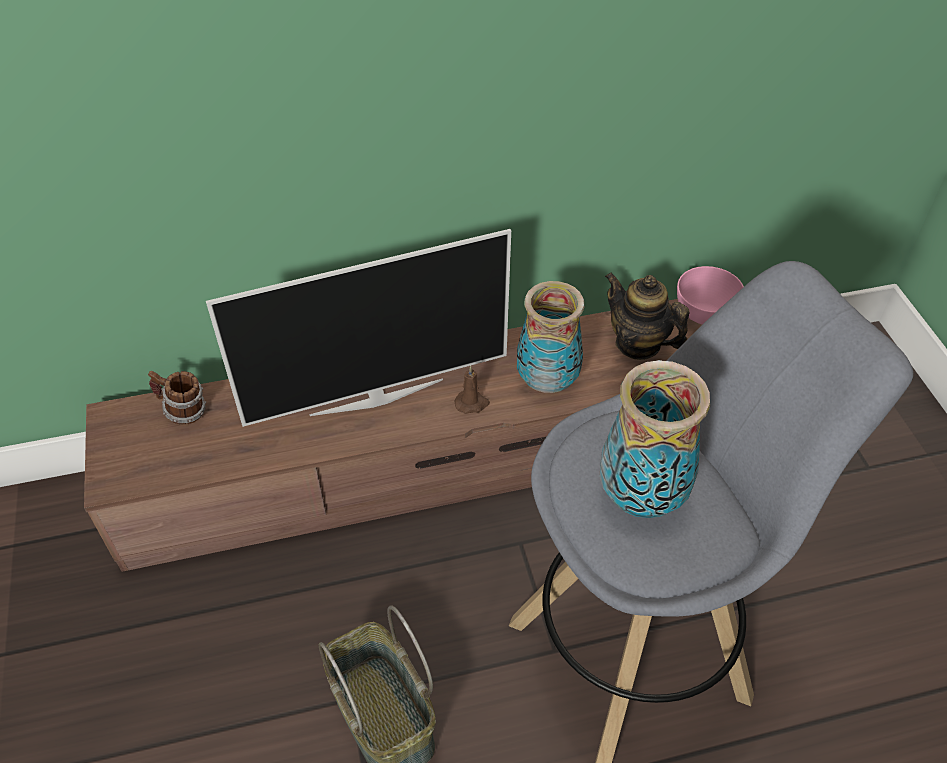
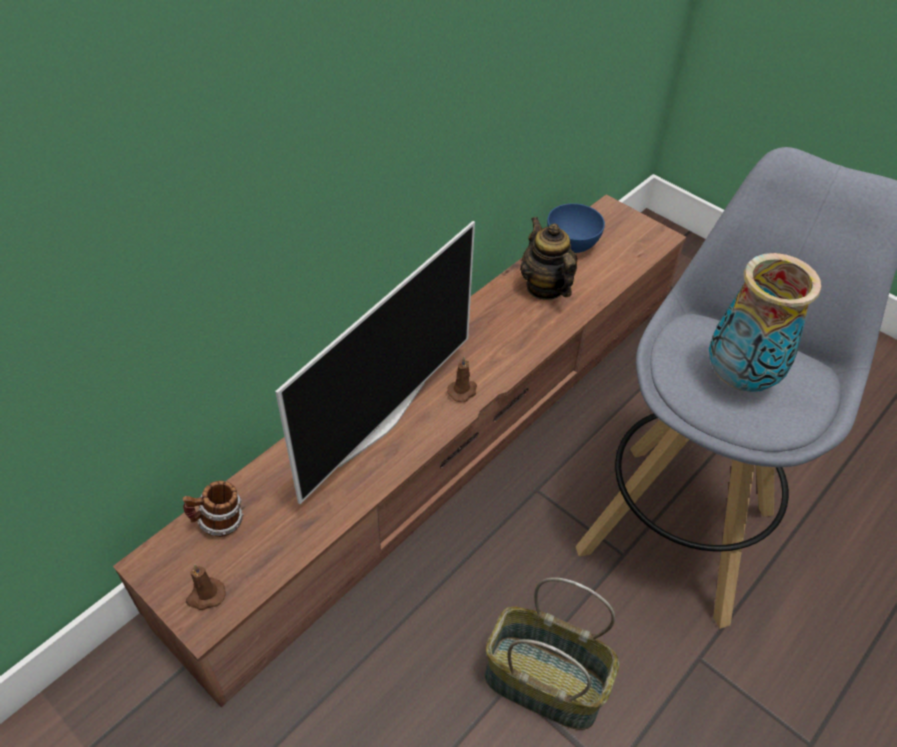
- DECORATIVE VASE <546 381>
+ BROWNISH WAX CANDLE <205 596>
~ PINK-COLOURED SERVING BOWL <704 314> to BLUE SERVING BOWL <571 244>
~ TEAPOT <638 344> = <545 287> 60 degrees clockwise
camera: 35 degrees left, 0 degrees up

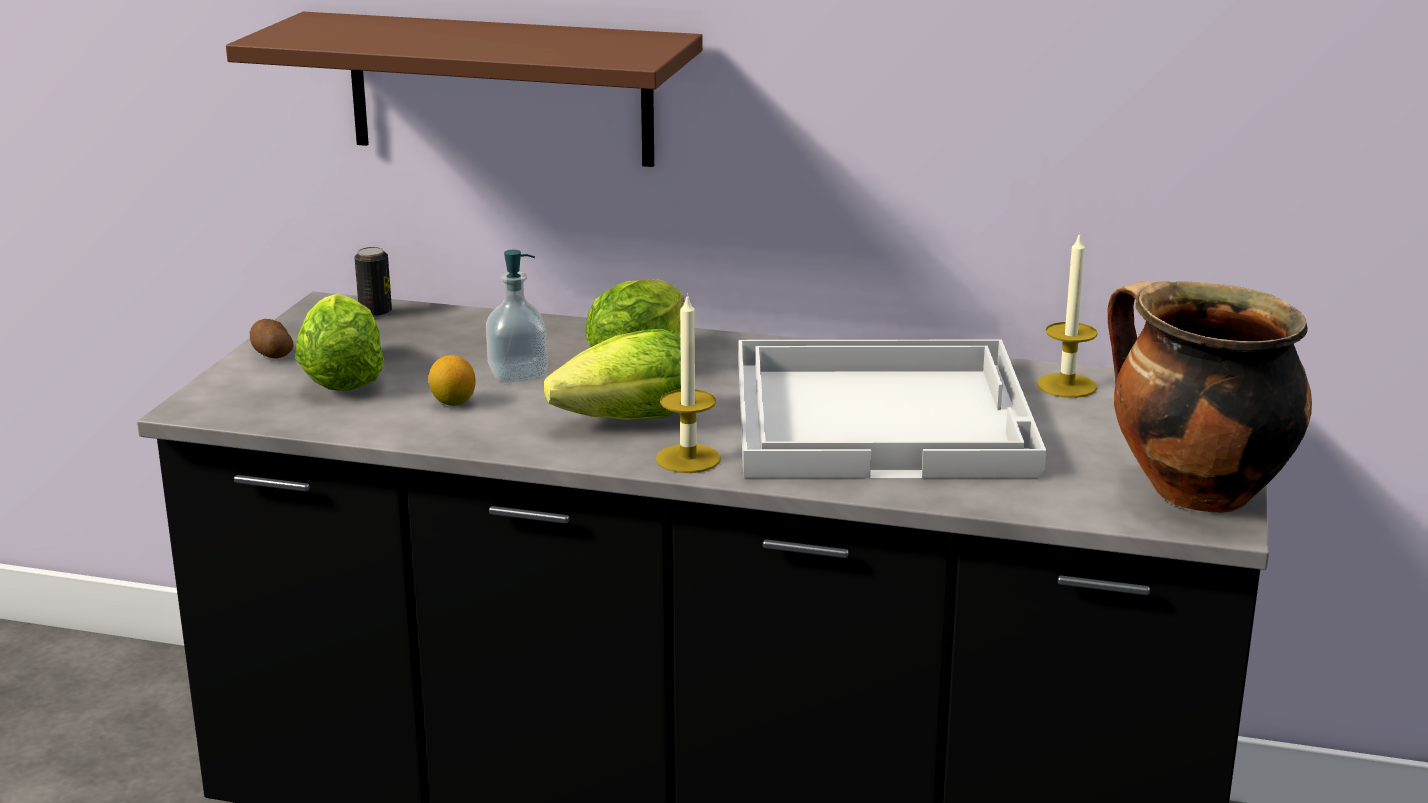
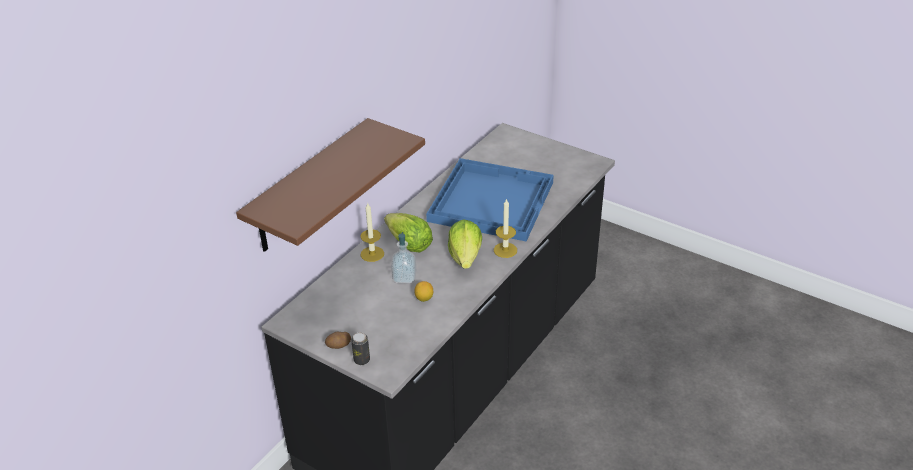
- HEAD OF LETTUCE <342 379>
- SAUCEPOT <1194 492>
~ SEALED CAN <375 312> to <362 360>
~ WAX CANDLE <1066 385> to <372 254>
~ WHITISH CARRYING TRAY <883 415> to BLUE CARRYING TRAY <490 201>
camera: 70 degrees left, 15 degrees up

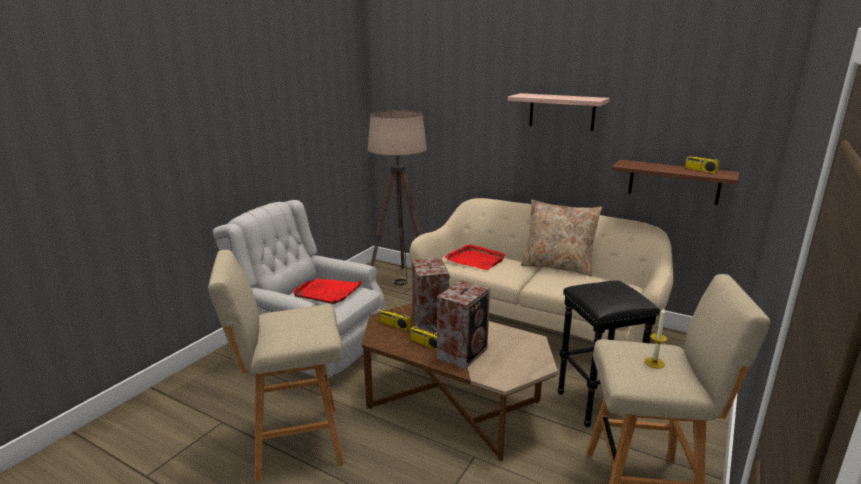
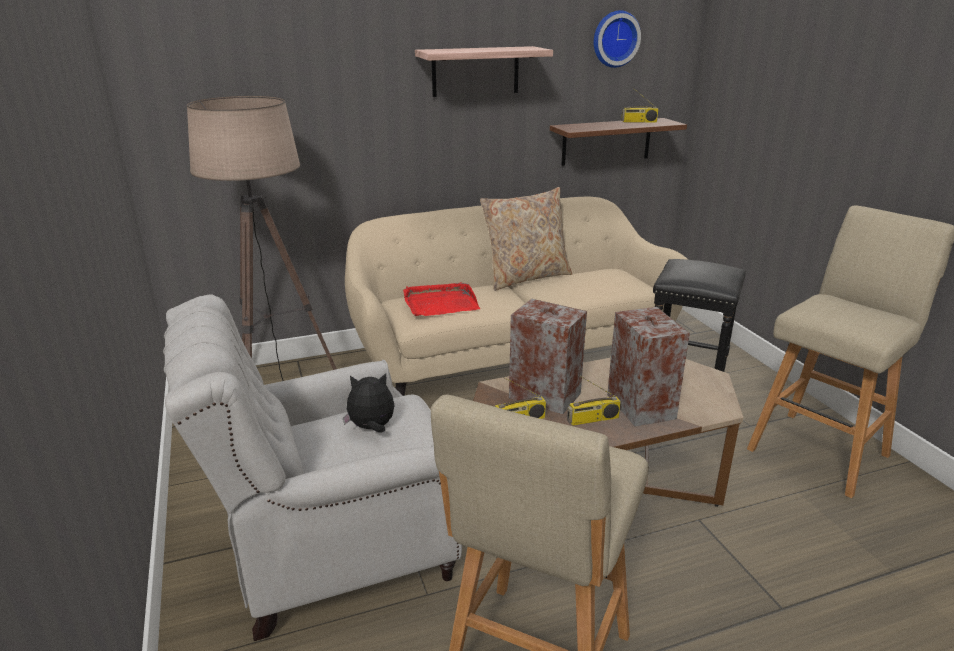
- WAX CANDLE <654 363>
+ HANGING CLOCK <614 39>
~ REDDISH CARRYING TRAY <328 292> to SOFT TOY <372 428>
camera: 50 degrees left, 5 degrees up

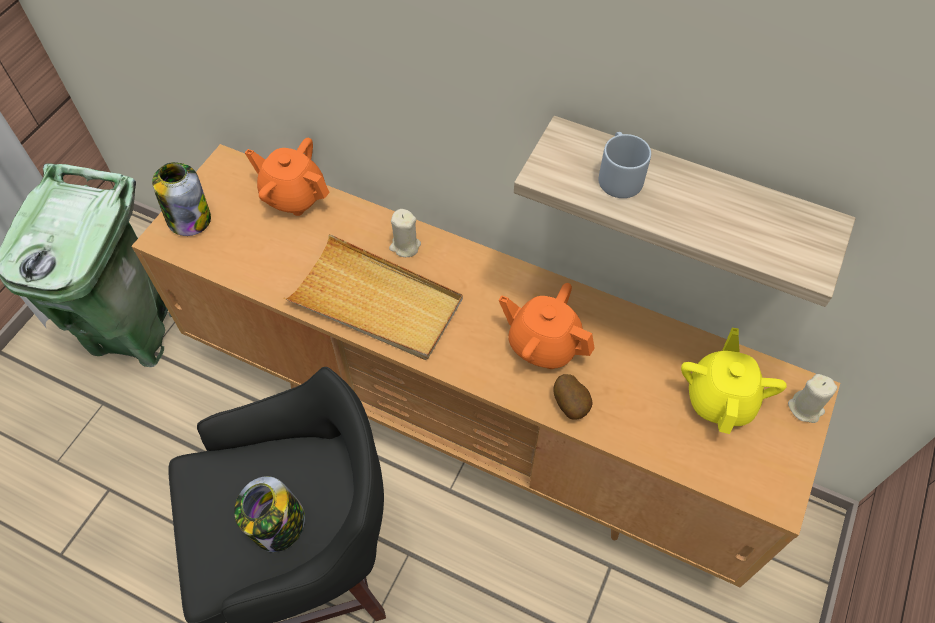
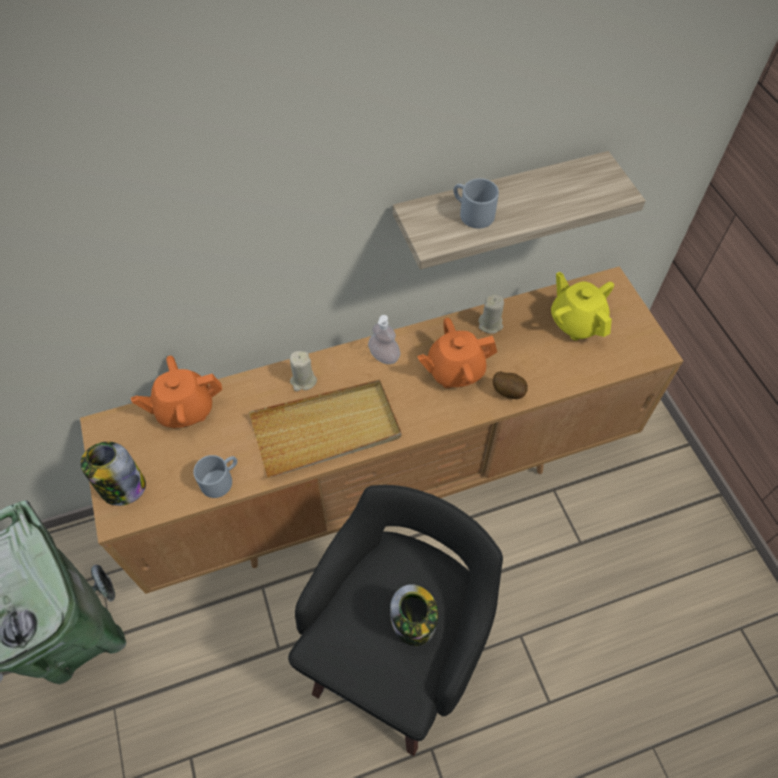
+ GREYISH COFFEE MUG <220 479>
+ SOAP DISPENSER <384 356>
~ SAND-COLOURED WAX CANDLE <805 408> to <490 324>
camera: 45 degrees left, 0 degrees up

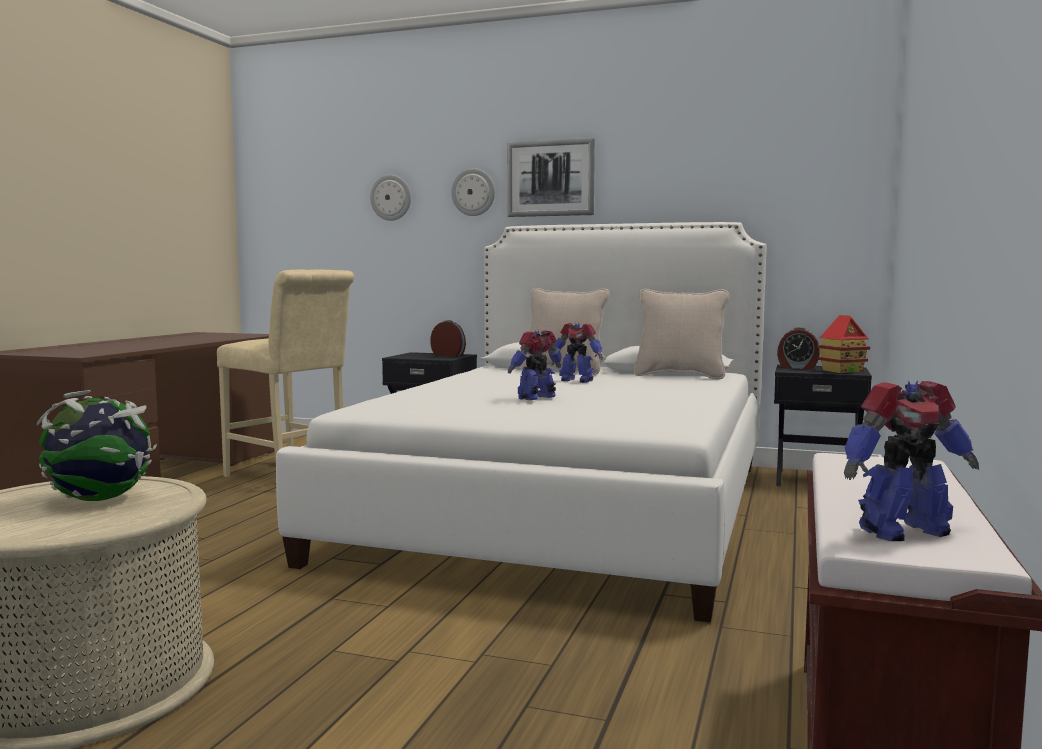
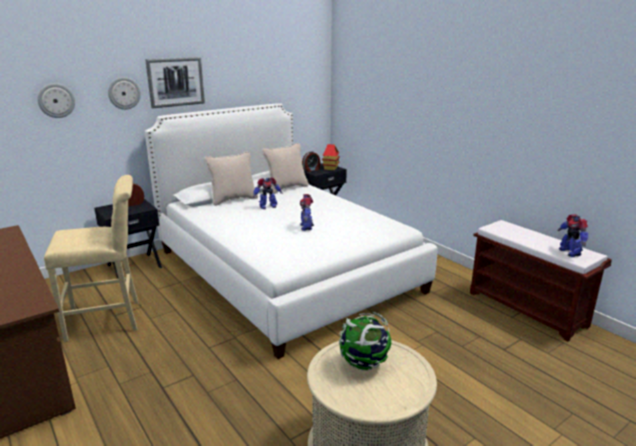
~ TOY ROBOT <901 531> = <570 252> 150 degrees clockwise
camera: 55 degrees left, 15 degrees up

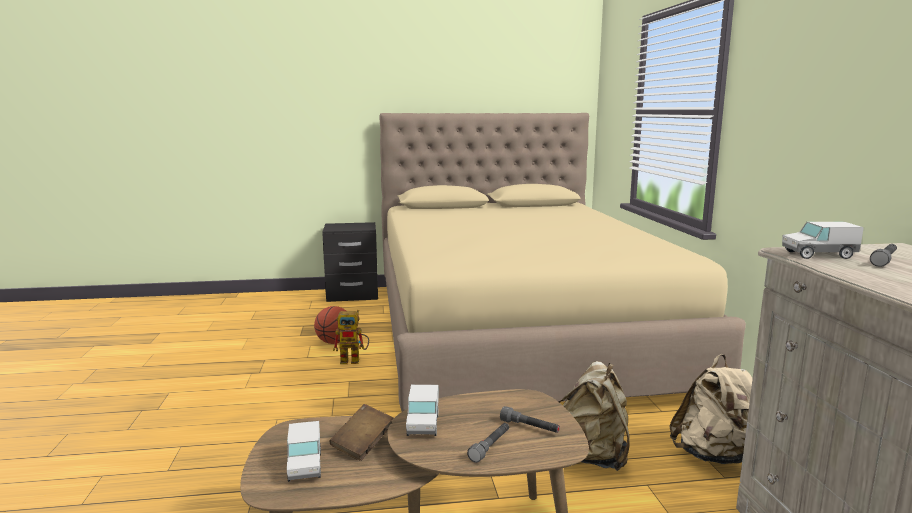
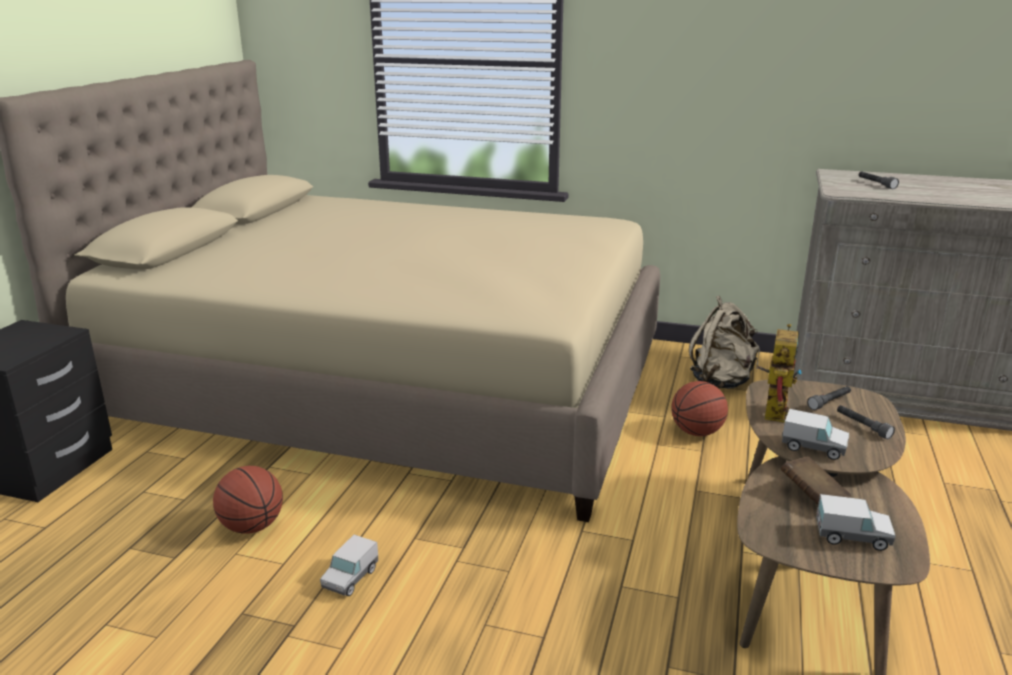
~ TOY ROBOT <354 360> to <773 409>
~ MODEL TRUCK <818 255> to <351 578>
~ SAND-COLOURED KNAPSACK <591 456> to BASKETBALL BALL <696 432>
camera: 65 degrees left, 10 degrees up

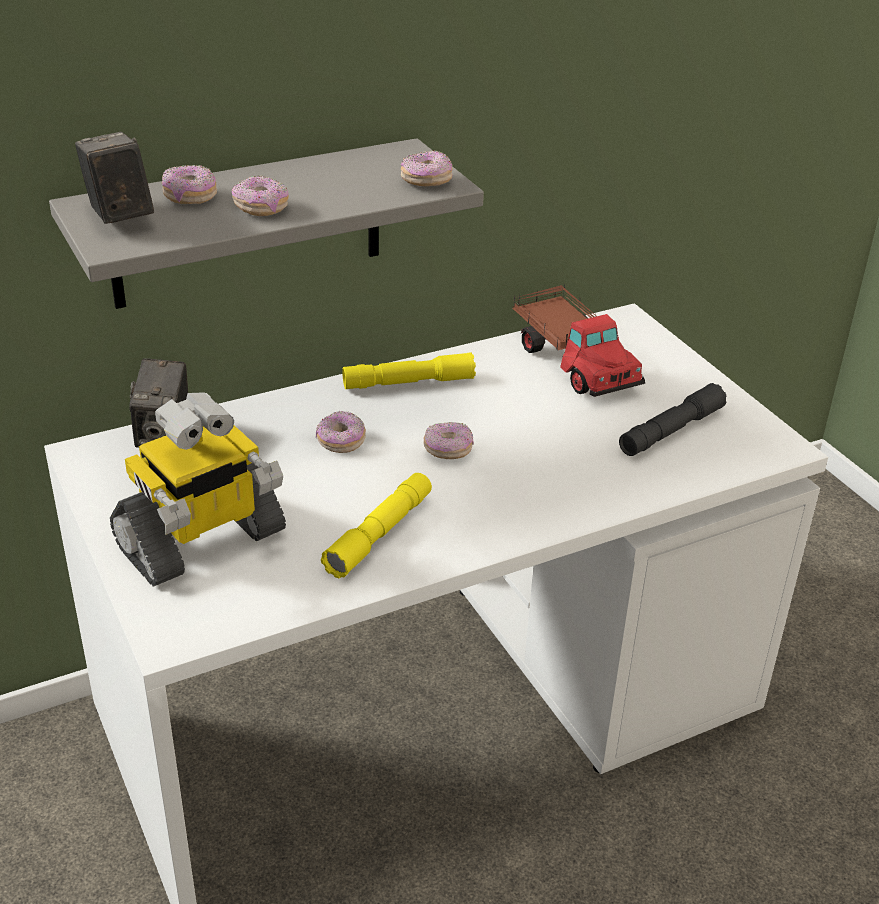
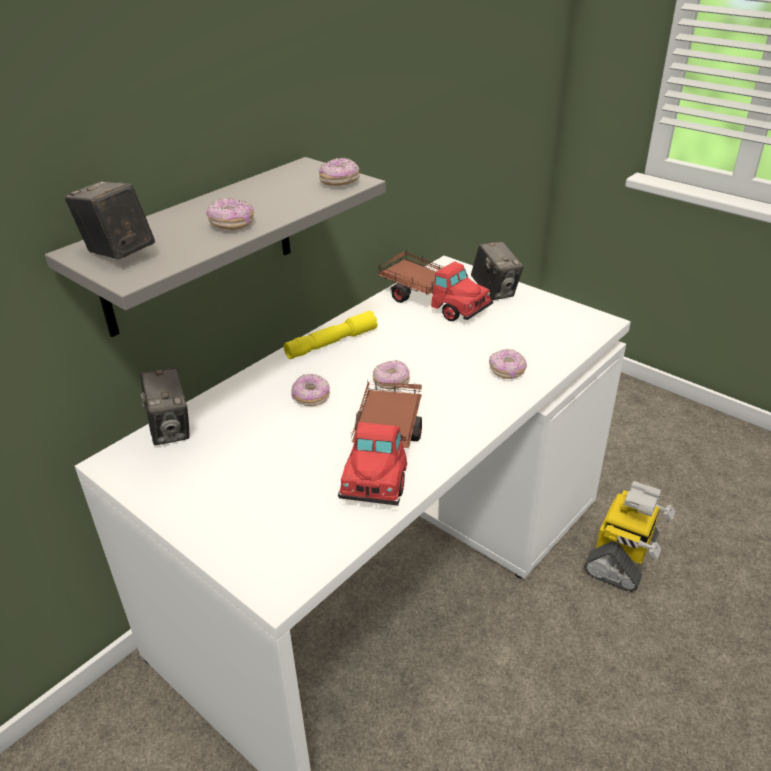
- GREYISH FLASHLIGHT <671 431>
+ STILL CAMERA <494 291>
~ TOY ROBOT <201 541> to <622 557>
~ RING DOUGHNUT <190 197> to <507 371>
~ YELLOWISH FLASHLIGHT <379 534> to MODEL TRUCK <384 456>
camera: 20 degrees left, 0 degrees up

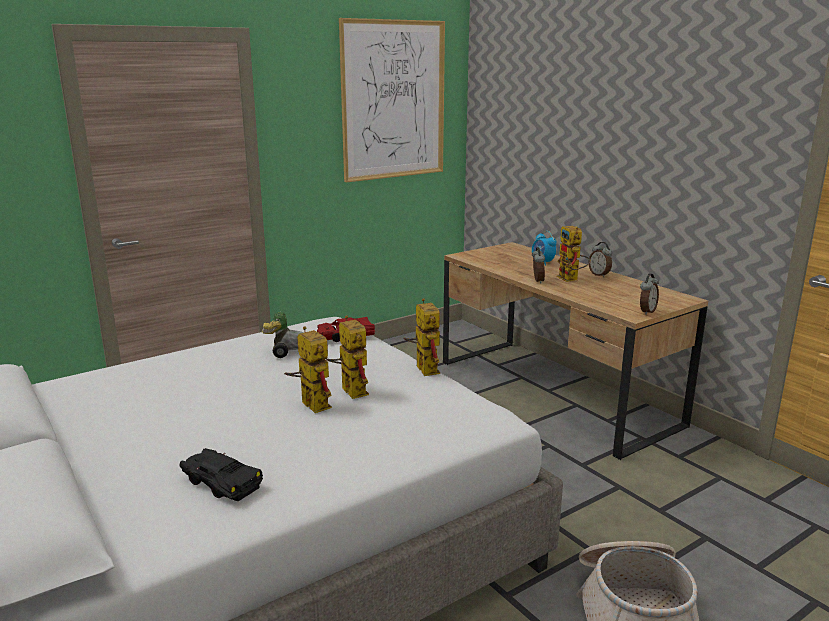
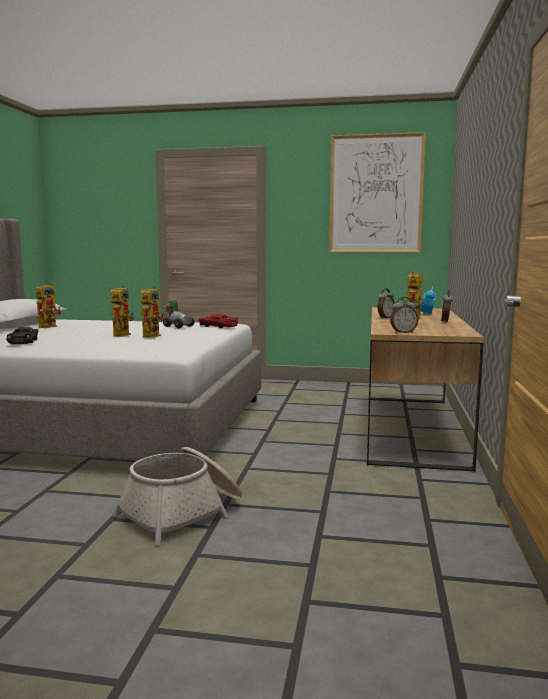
~ TOY ROBOT <423 368> to <49 326>
camera: 45 degrees right, 10 degrees down

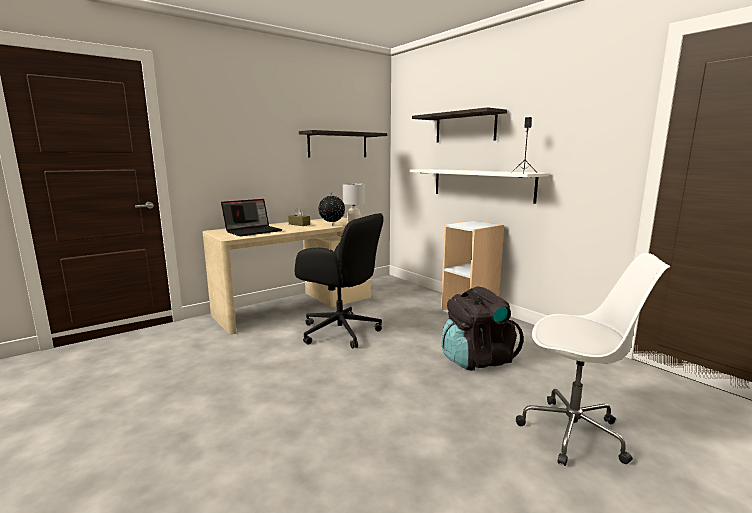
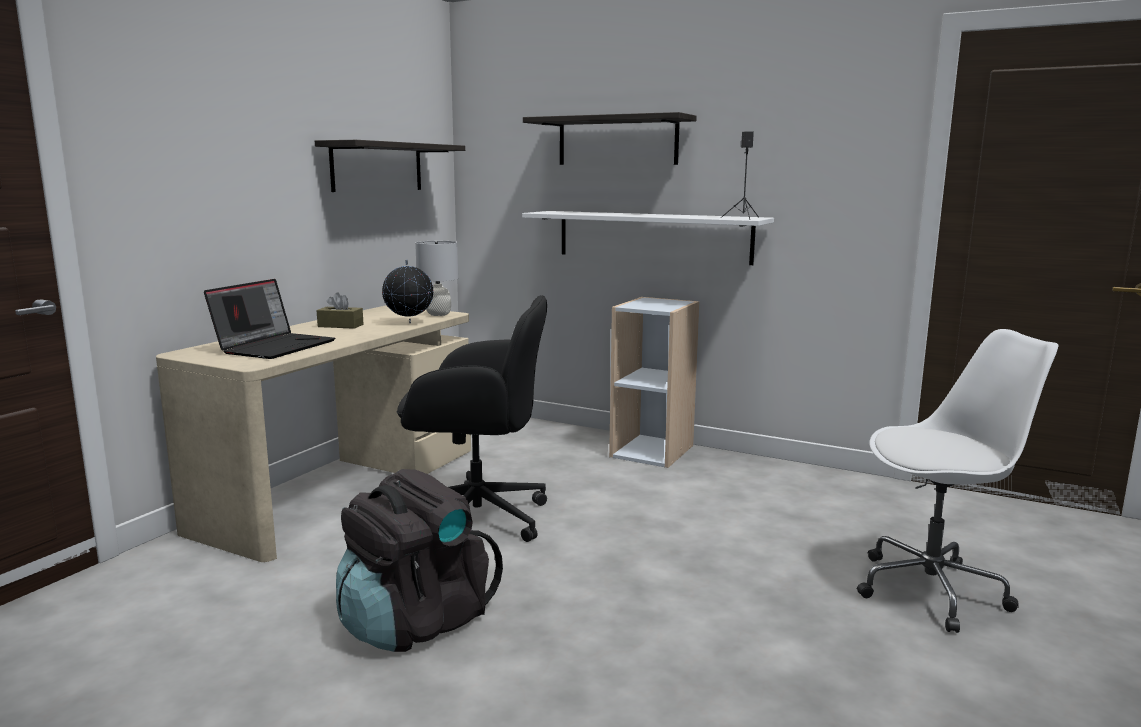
~ BLACK-COLOURED KNAPSACK <476 359> to <415 622>
camera: 25 degrees left, 0 degrees up

